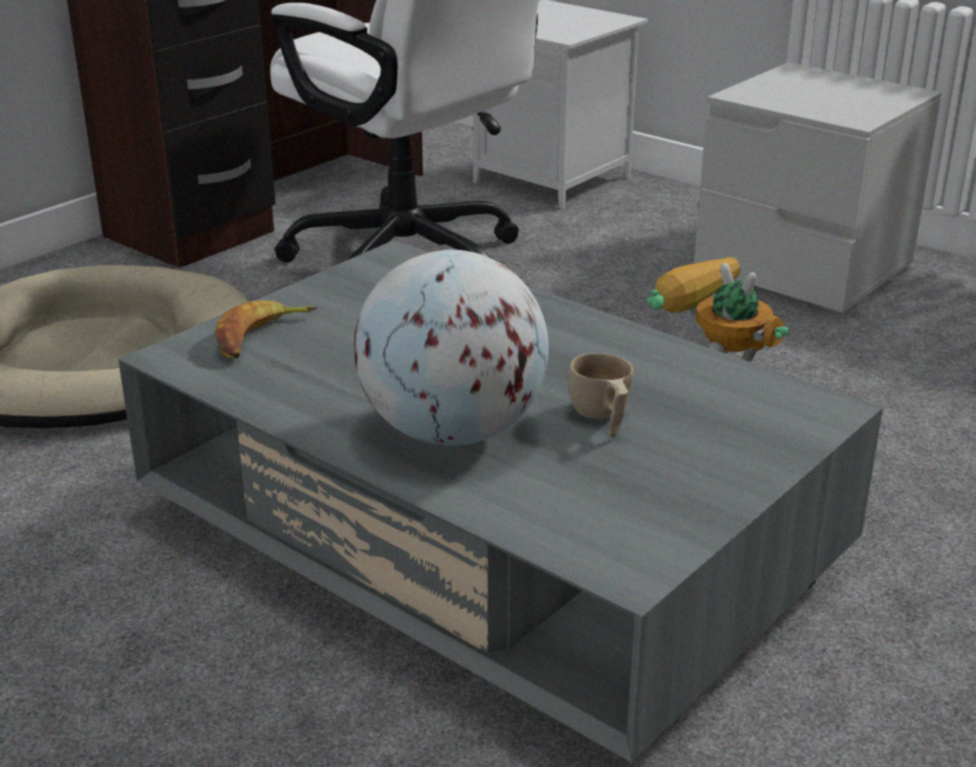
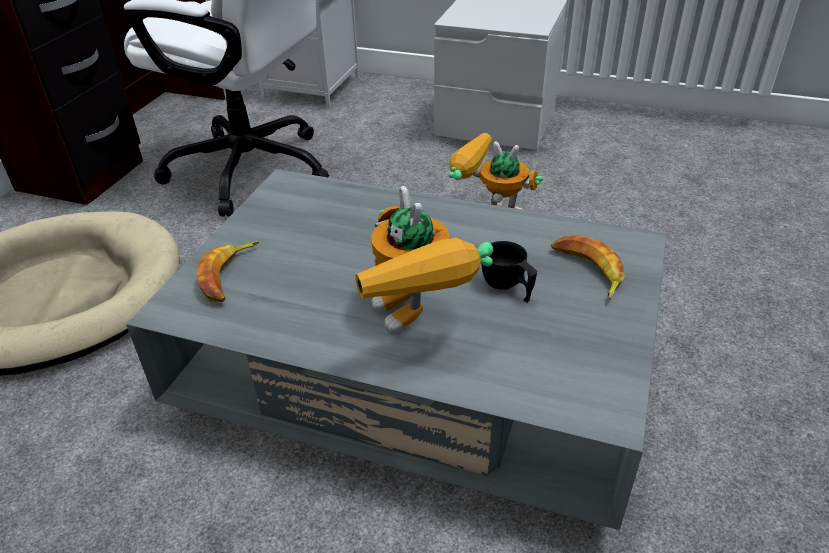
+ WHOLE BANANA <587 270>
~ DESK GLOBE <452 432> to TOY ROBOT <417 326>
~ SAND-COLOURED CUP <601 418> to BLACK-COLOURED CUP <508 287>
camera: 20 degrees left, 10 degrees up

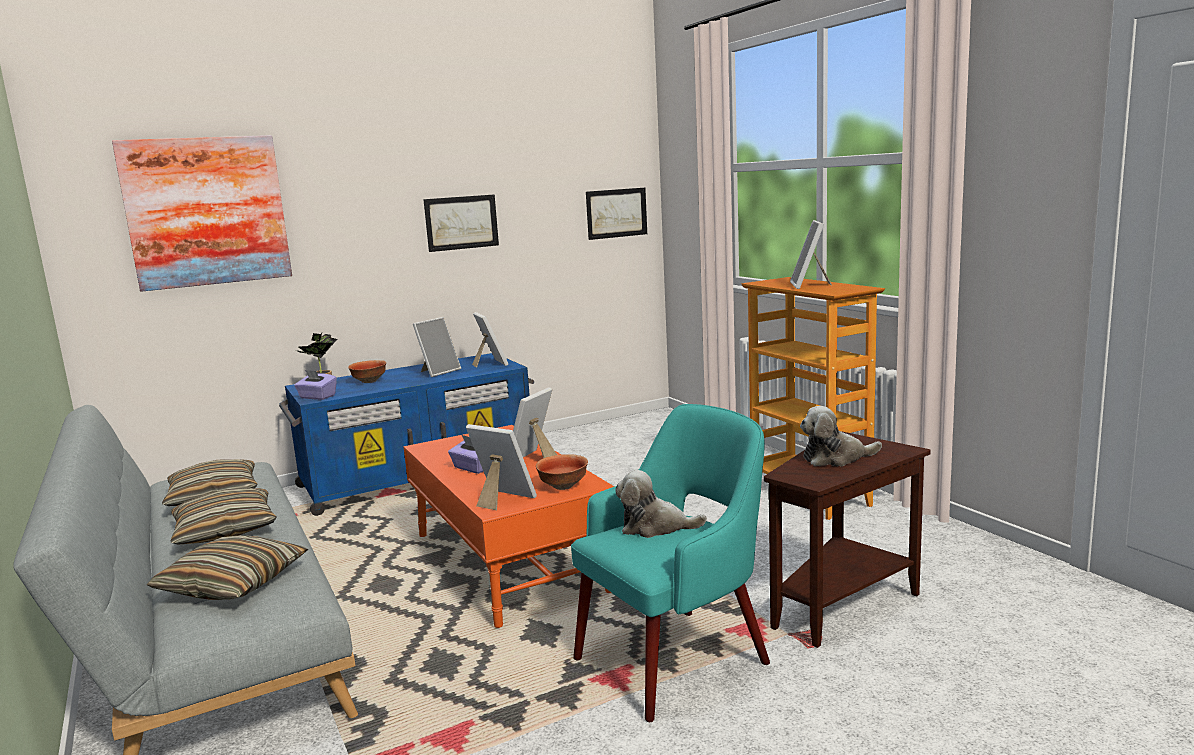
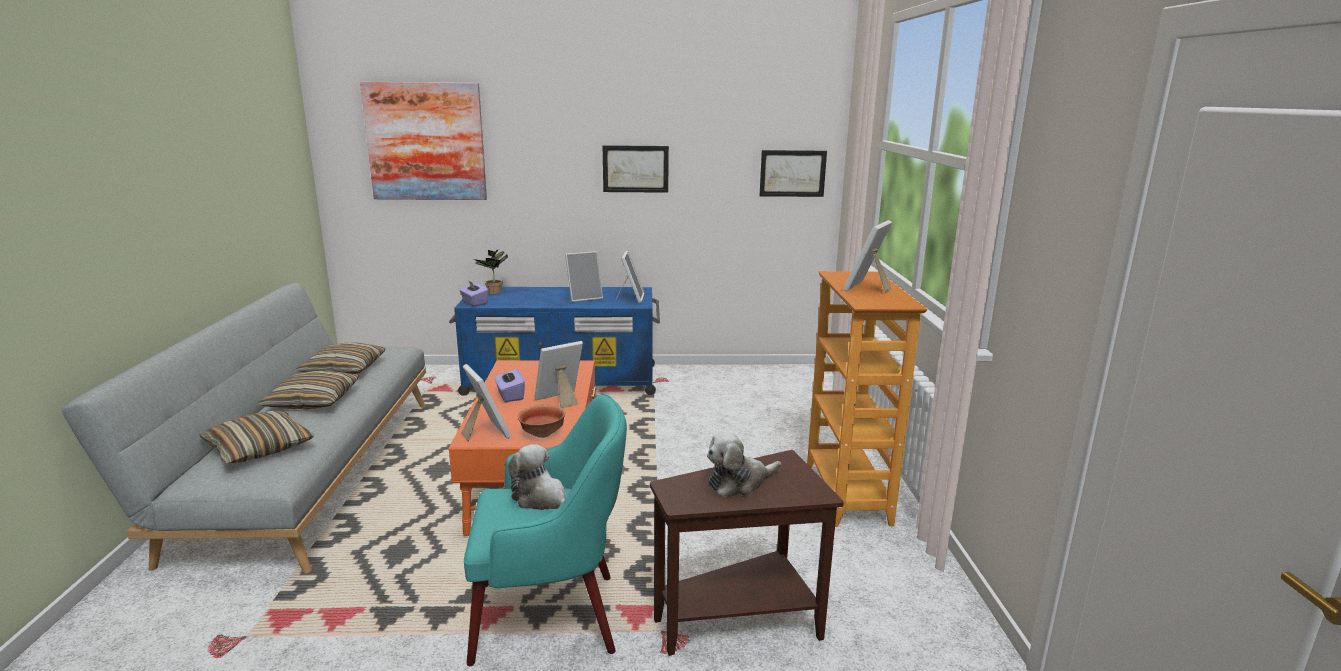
- SERVING BOWL <370 381>
~ SOFT TOY <835 458> = <739 482> 45 degrees counterclockwise
camera: 25 degrees right, 5 degrees up

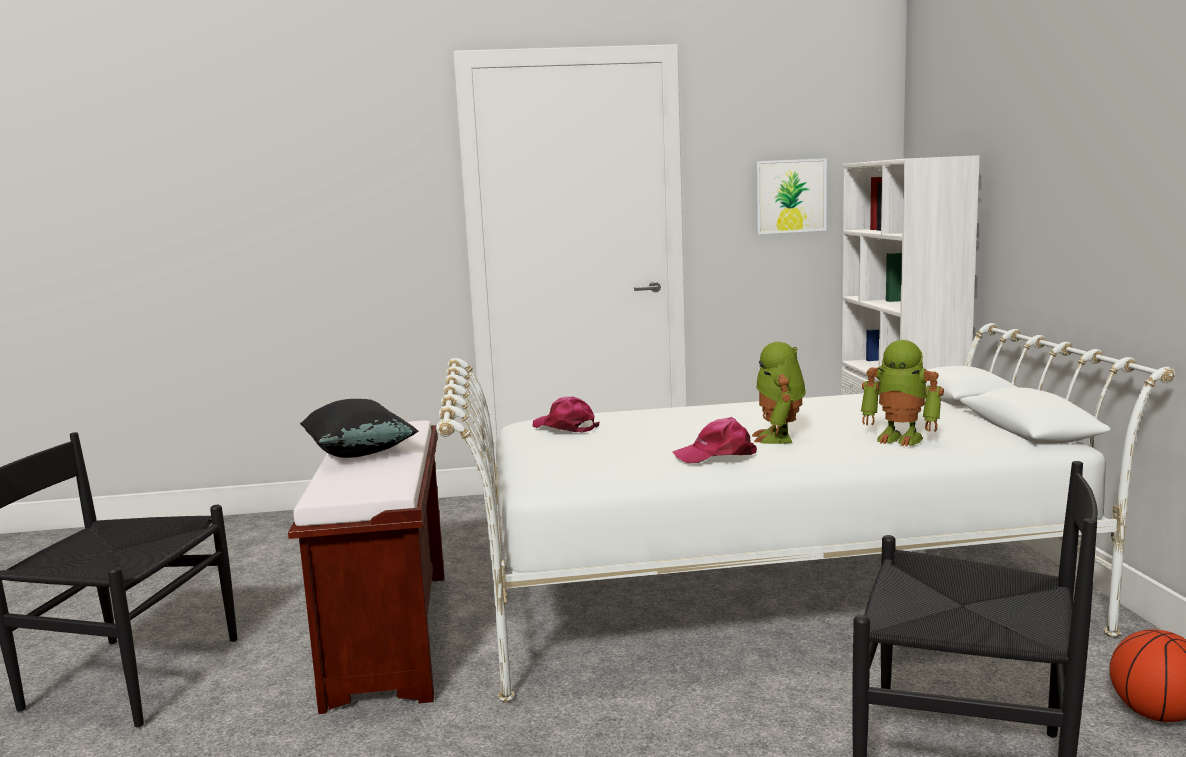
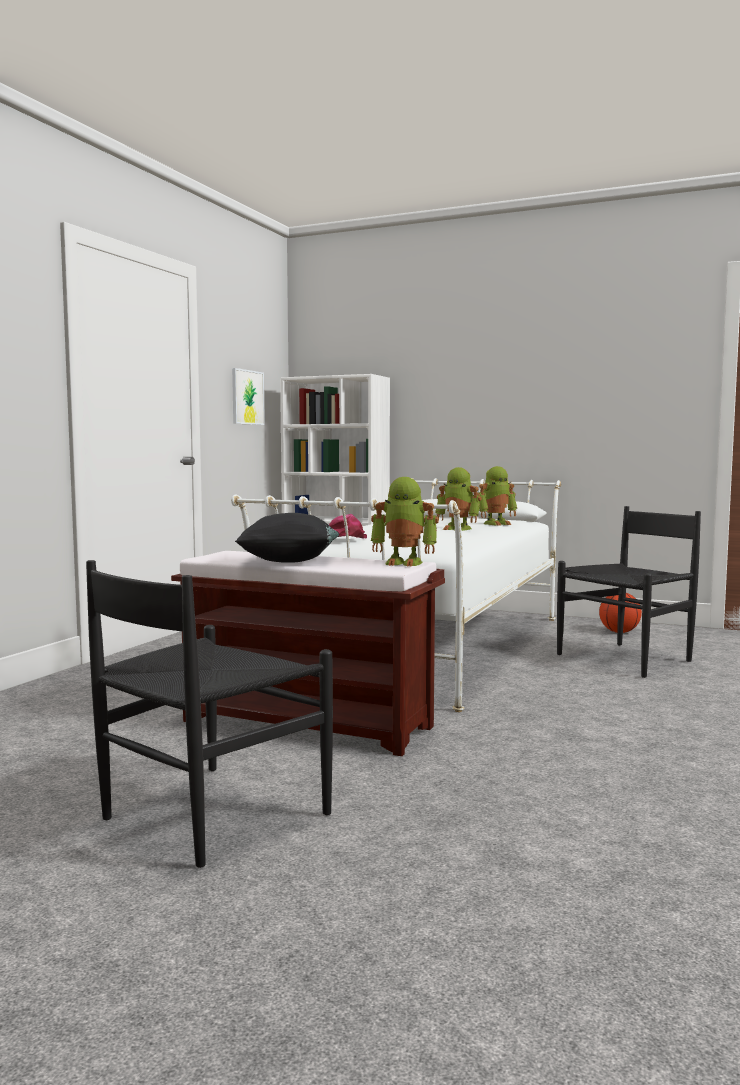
- PINK-COLOURED BASEBALL CAP <716 455>
+ TOY ROBOT <404 562>
camera: 60 degrees left, 5 degrees down

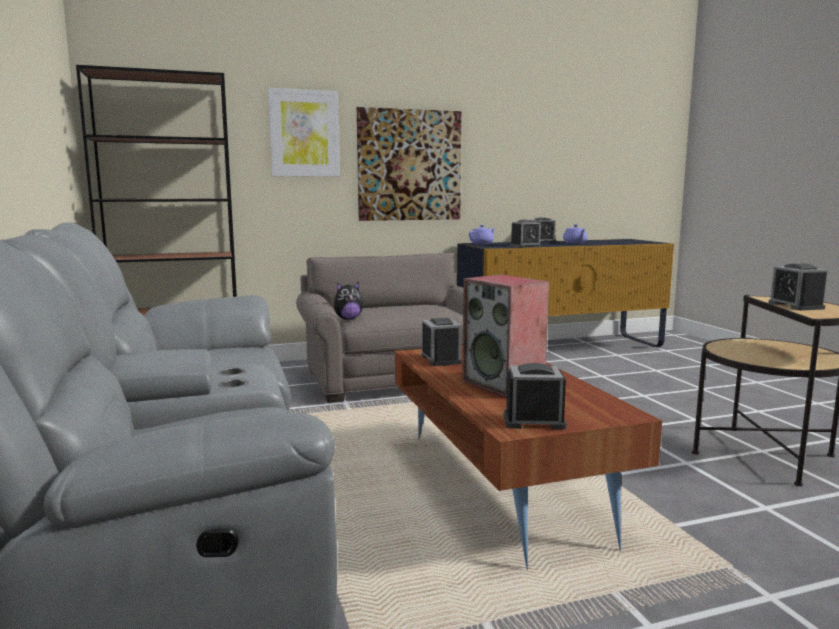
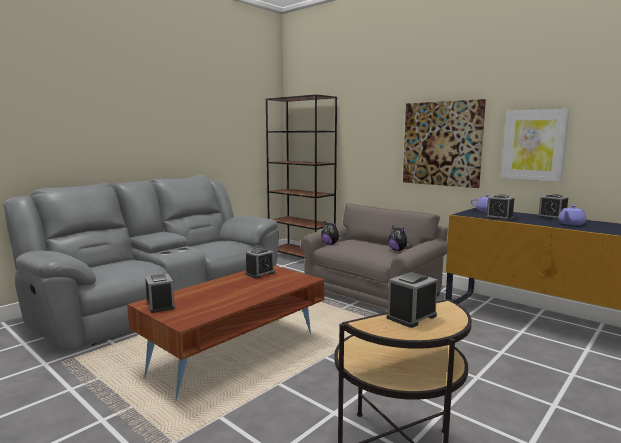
- LOUDSPEAKER <504 384>
+ SOFT TOY <398 250>
~ PICTURE <304 133> to <534 145>
camera: 60 degrees right, 0 degrees up

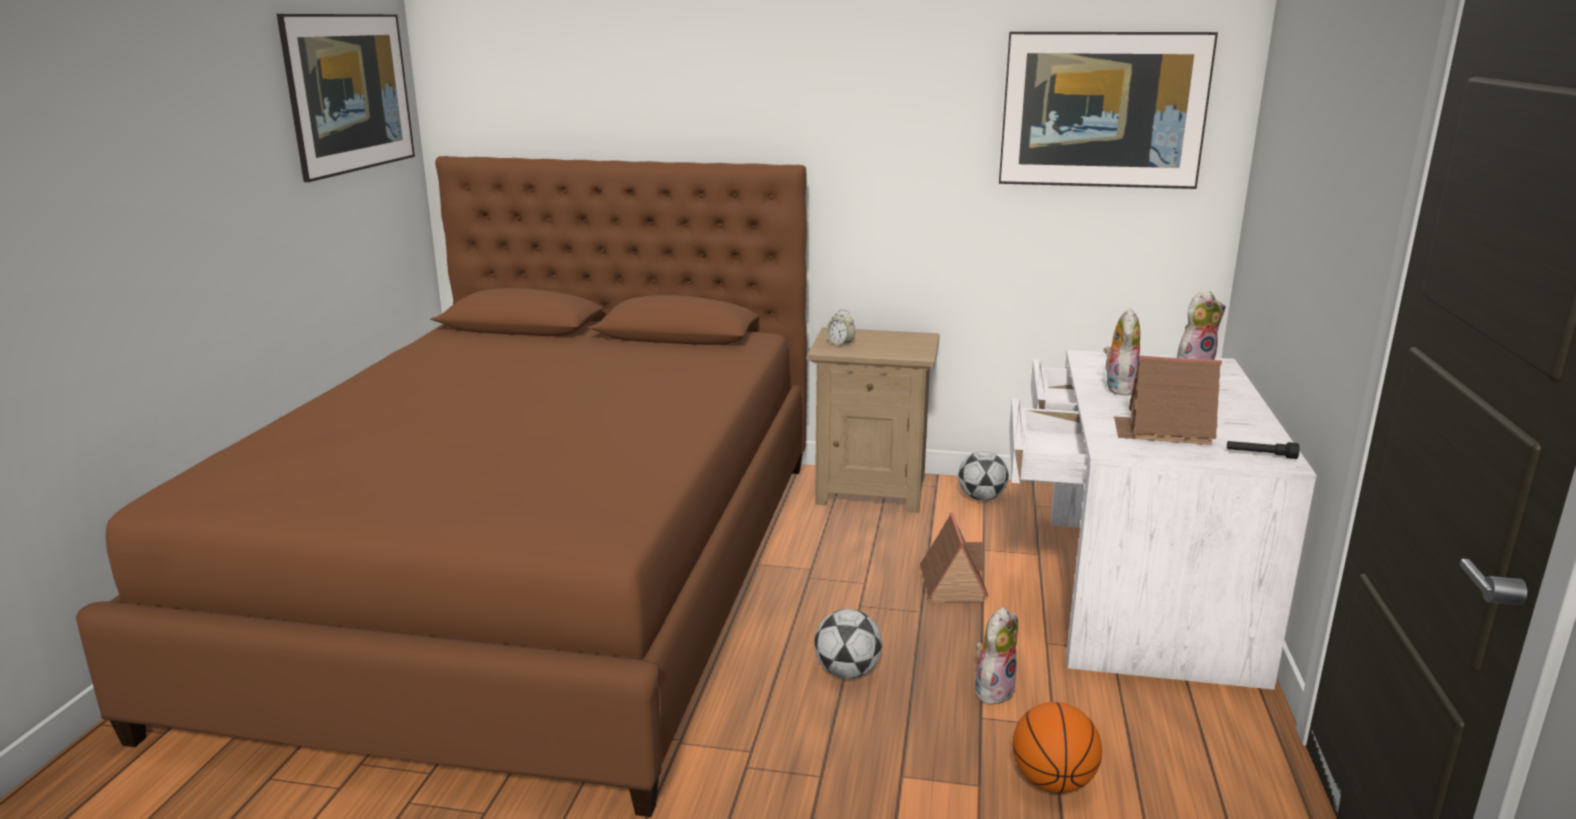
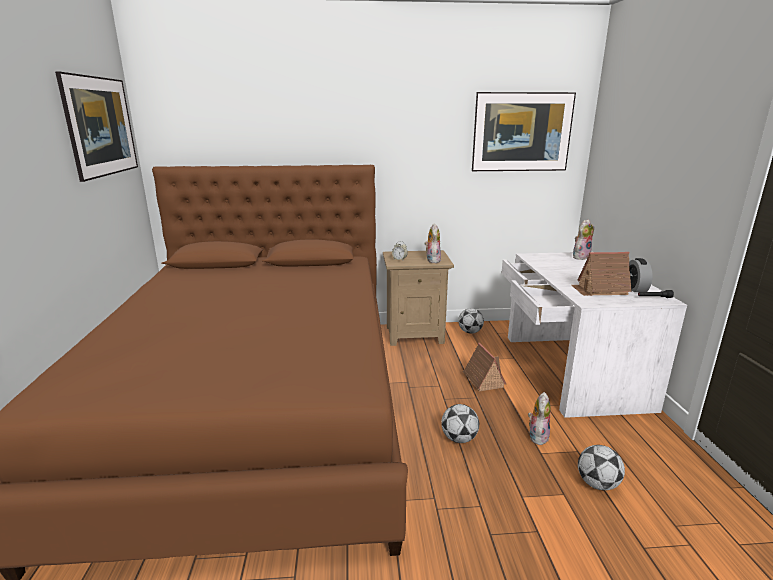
+ BEDSIDE CLOCK <635 288>
~ SOFT TOY <1118 388> to <432 260>
~ BASKETBALL BALL <1053 782> to FOOTBALL <597 484>
camera: 15 degrees left, 0 degrees up

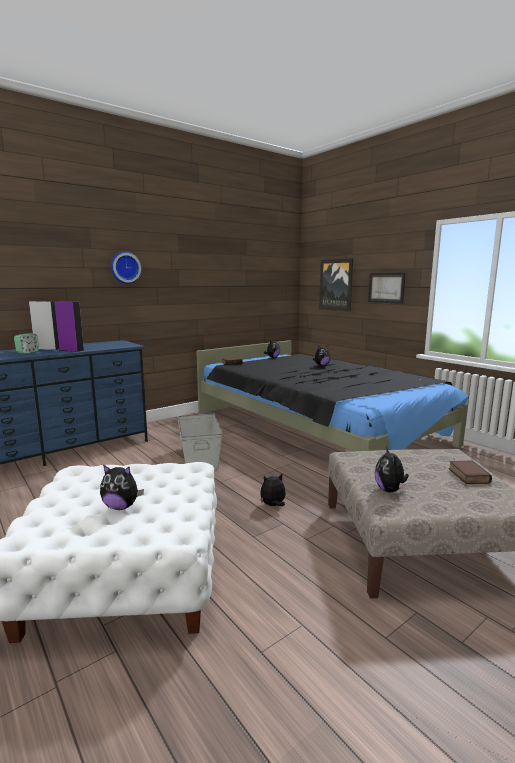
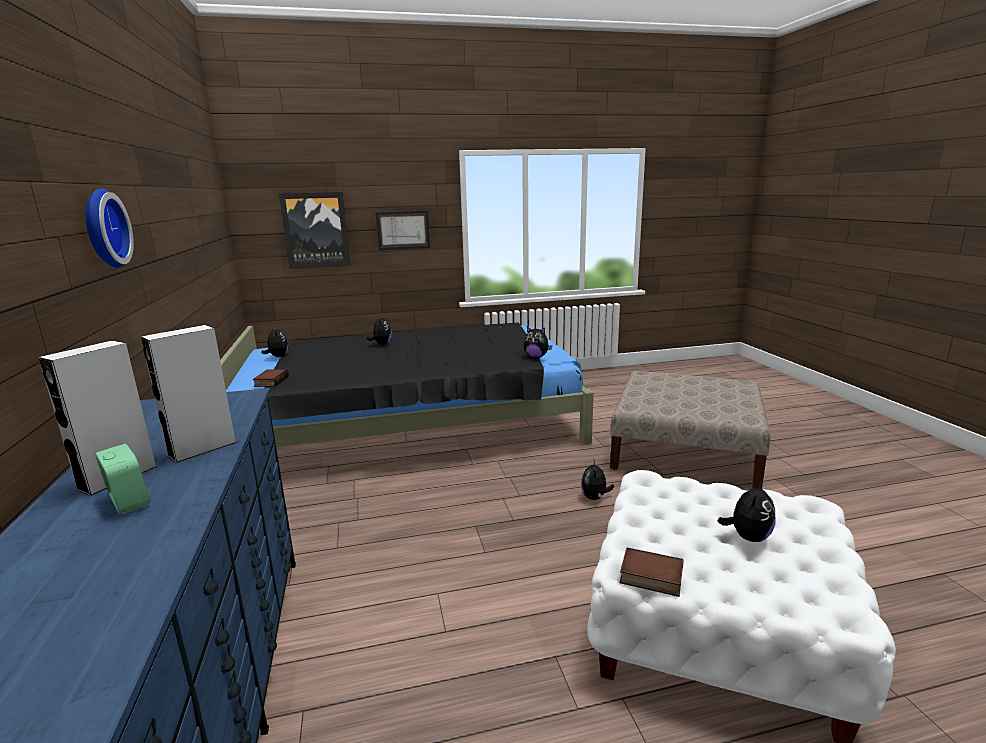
- GREYISH STORAGE BOX <200 457>
~ SOFT TOY <390 490> to <536 357>
~ BOOK <467 475> to <650 578>
~ PURPLE LOUDSPEAKER <71 350> to GREYISH LOUDSPEAKER <202 449>
camera: 65 degrees left, 5 degrees up

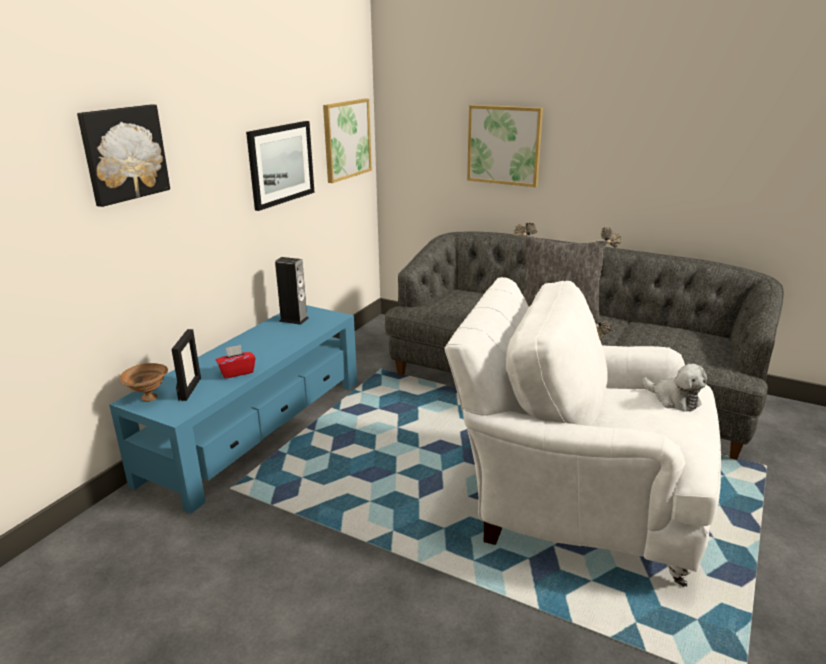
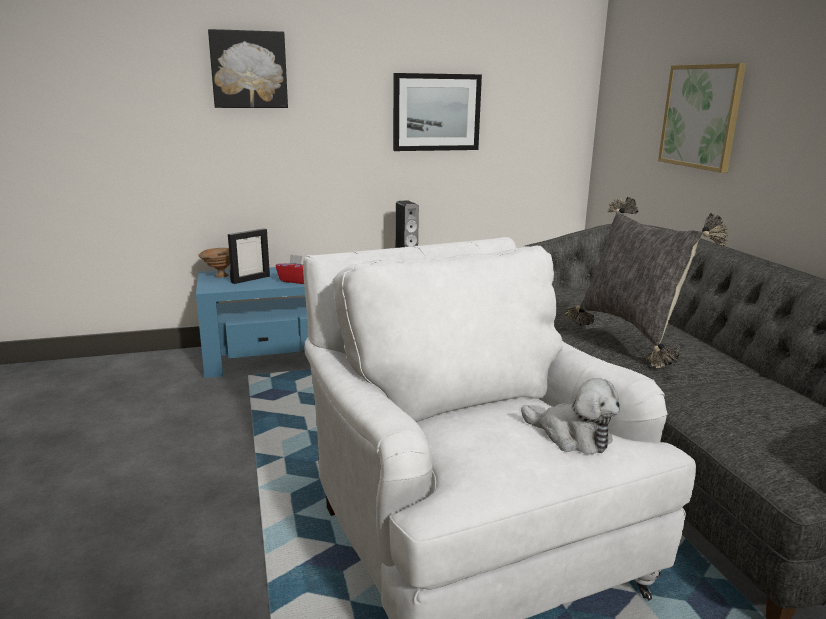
- PICTURE <346 139>
~ SOFT TOY <673 399> = <571 436> 60 degrees counterclockwise
camera: 45 degrees right, 5 degrees down

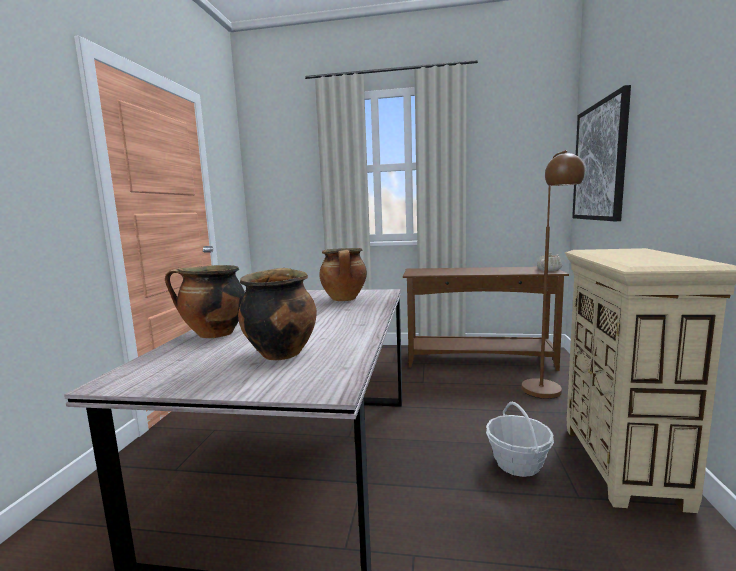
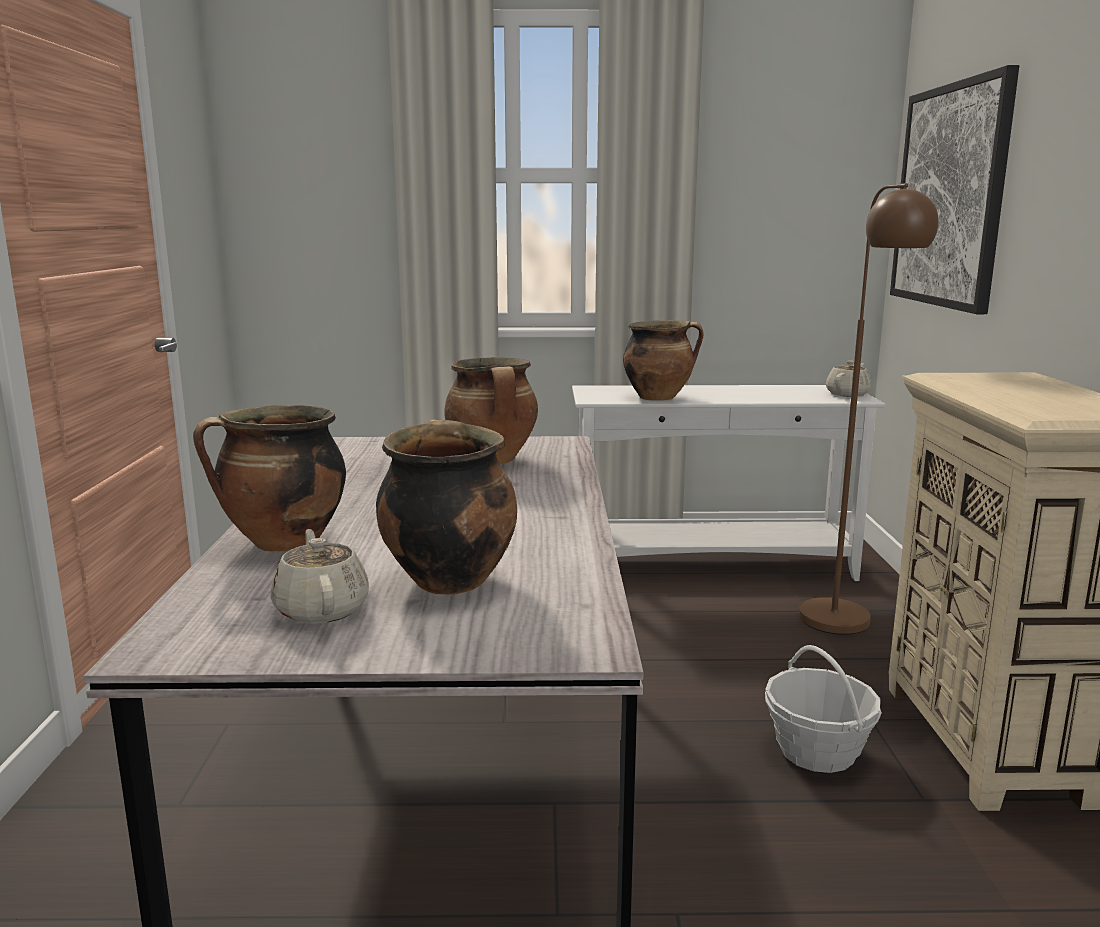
+ SAND-COLOURED TEAPOT <321 609>
+ SAUCEPOT <659 397>
~ BROWNISH HALL TABLE <480 360> to WHITISH HALL TABLE <713 564>
camera: 10 degrees left, 5 degrees up

